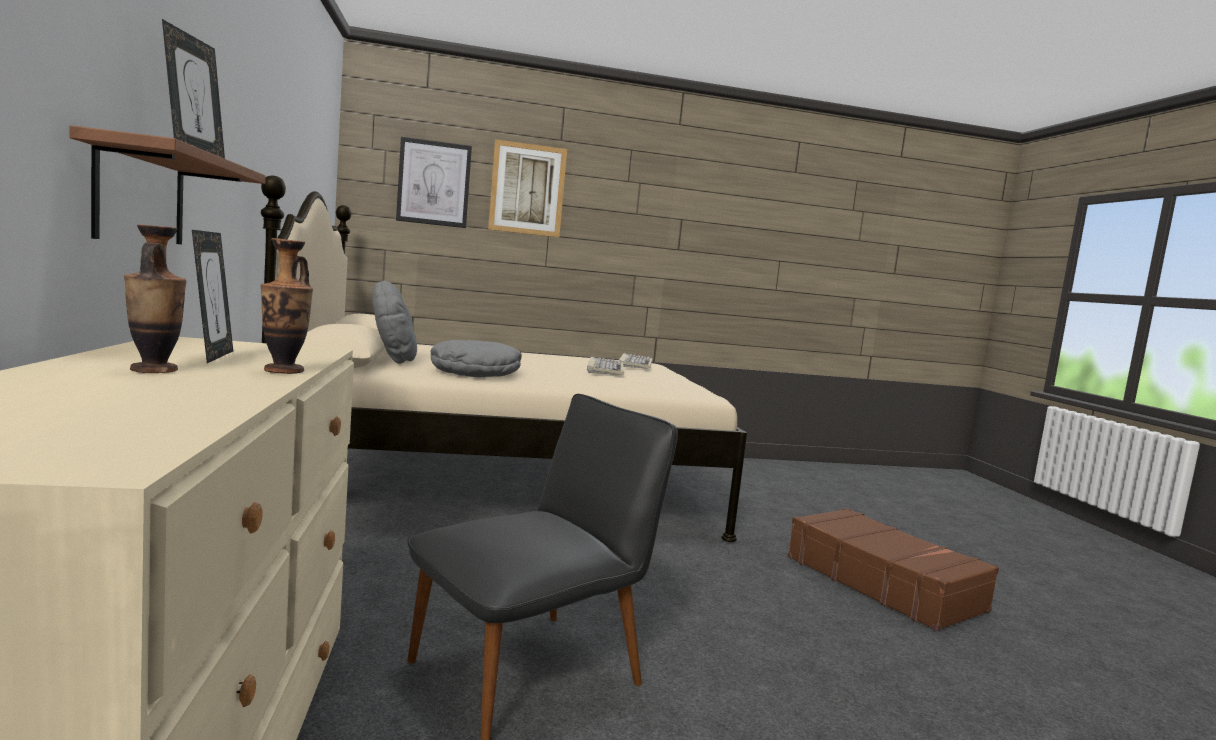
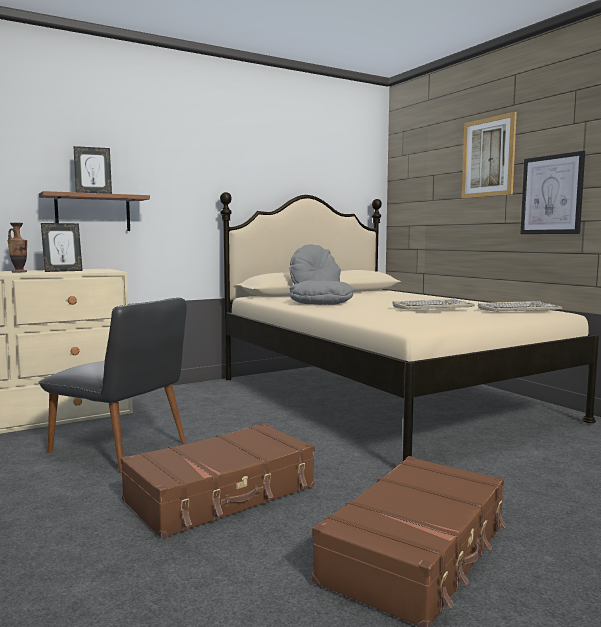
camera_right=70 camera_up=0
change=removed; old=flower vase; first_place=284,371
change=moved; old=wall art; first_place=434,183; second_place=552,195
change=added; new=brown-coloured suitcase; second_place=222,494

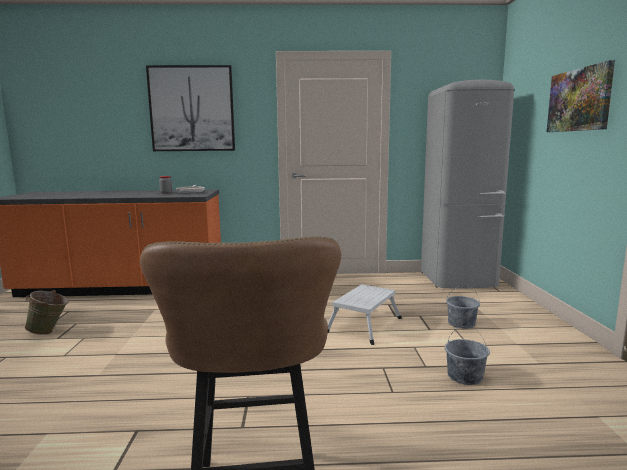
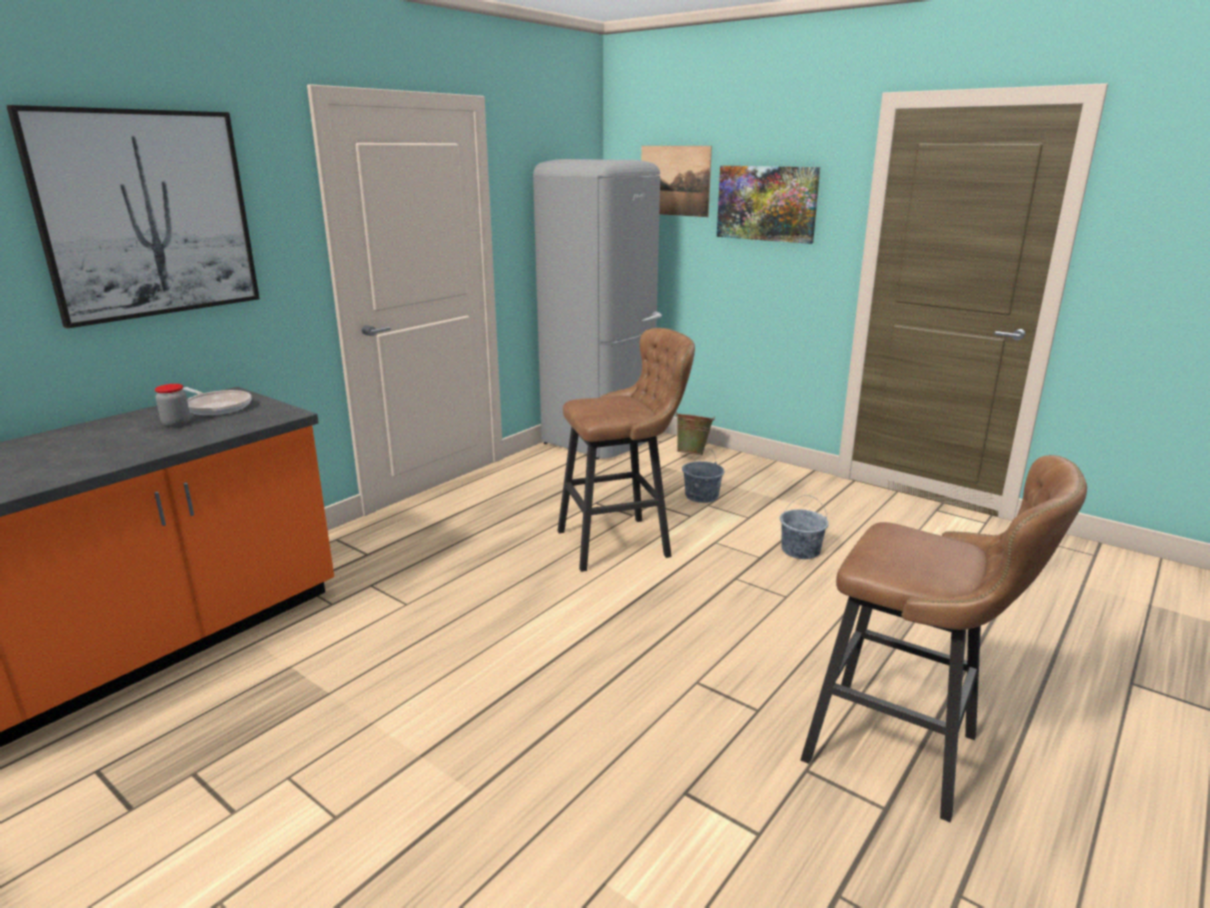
camera_right=-50 camera_up=10
change=moved; old=green-coloured water bucket; first_place=50,332; second_place=692,454
change=replaced; old=white-coloured step stool; new=brown-coloured sitting stool; first_place=364,325; second_place=626,541
change=added; new=wall art; second_place=674,180

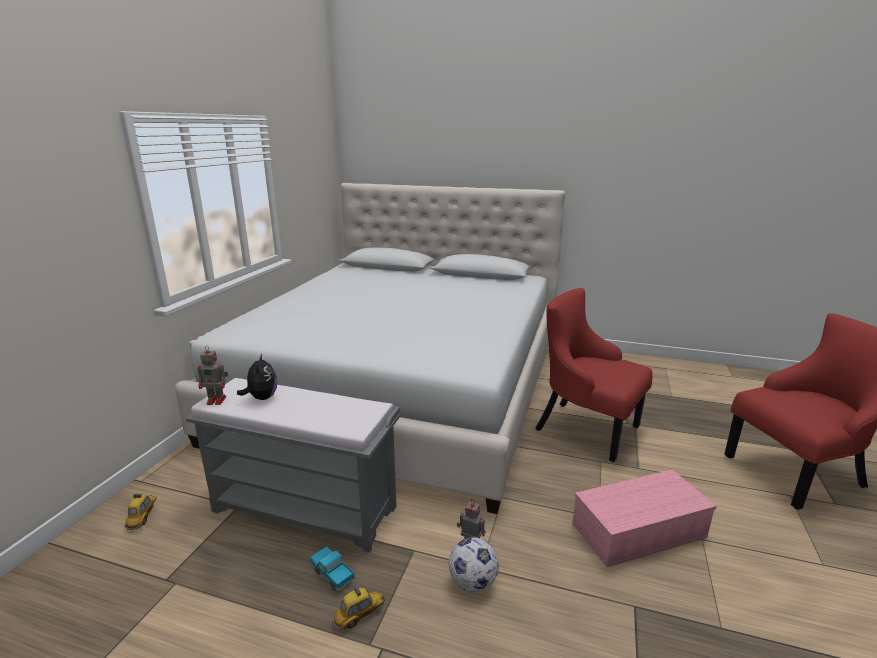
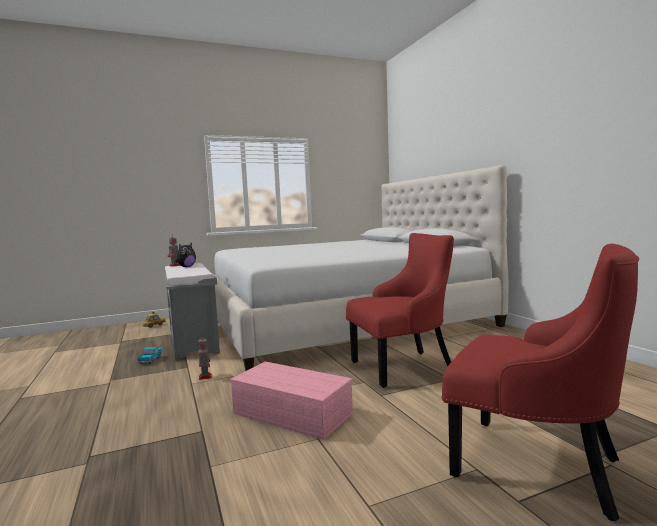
camera_right=50 camera_up=-15
change=removed; old=miniature car; first_place=359,615
change=removed; old=football; first_place=473,582
change=turned; old=red-coloured upright chair; first_place=588,430; second_place=401,368; degrees=75

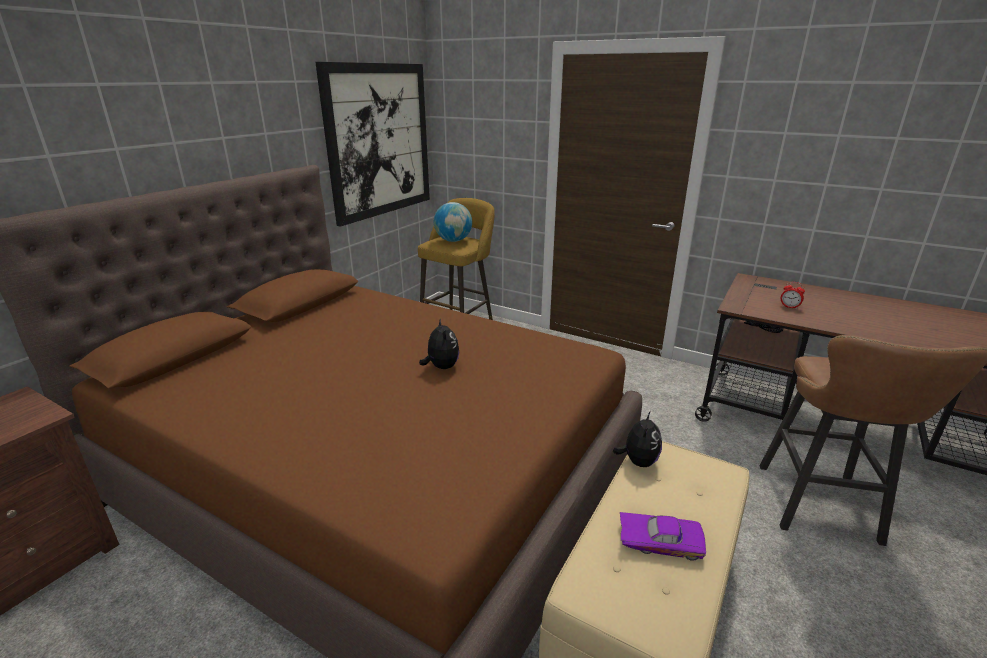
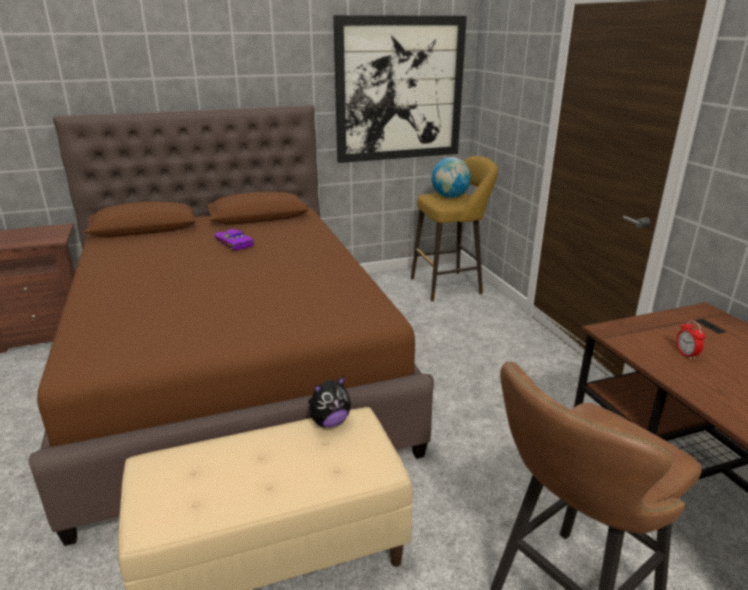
camera_right=40 camera_up=0
change=removed; old=cuddly toy; first_place=441,367
change=moved; old=purplish miniature car; first_place=659,540; second_place=235,243

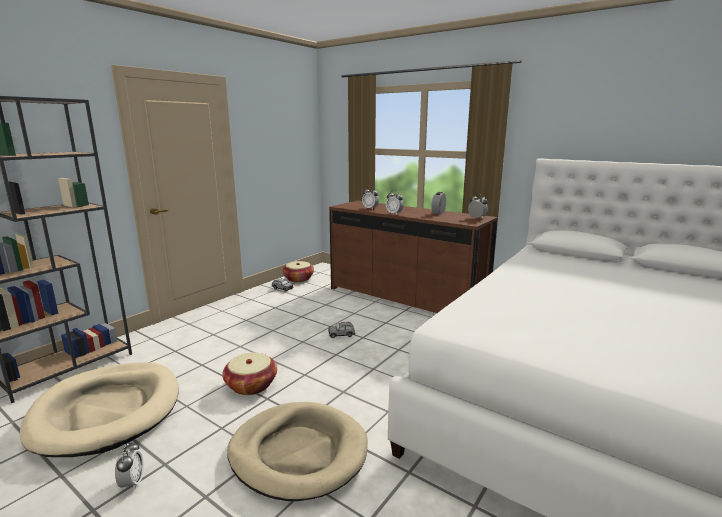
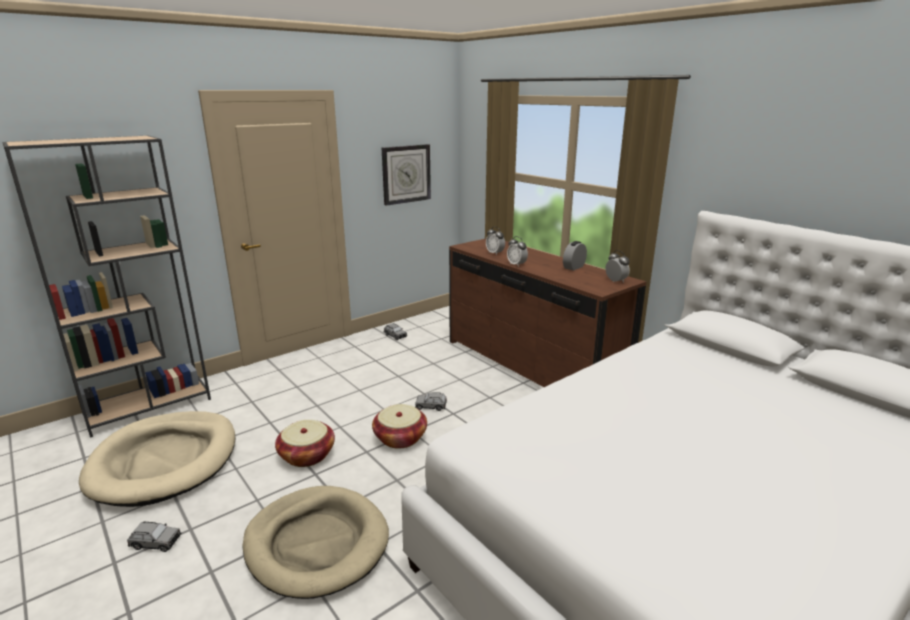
camera_right=15 camera_up=5
change=replaced; old=alarm clock; new=gray miniature car; first_place=132,483; second_place=155,542
change=moved; old=basket; first_place=298,279; second_place=400,438
change=added; new=wall clock; second_place=406,174

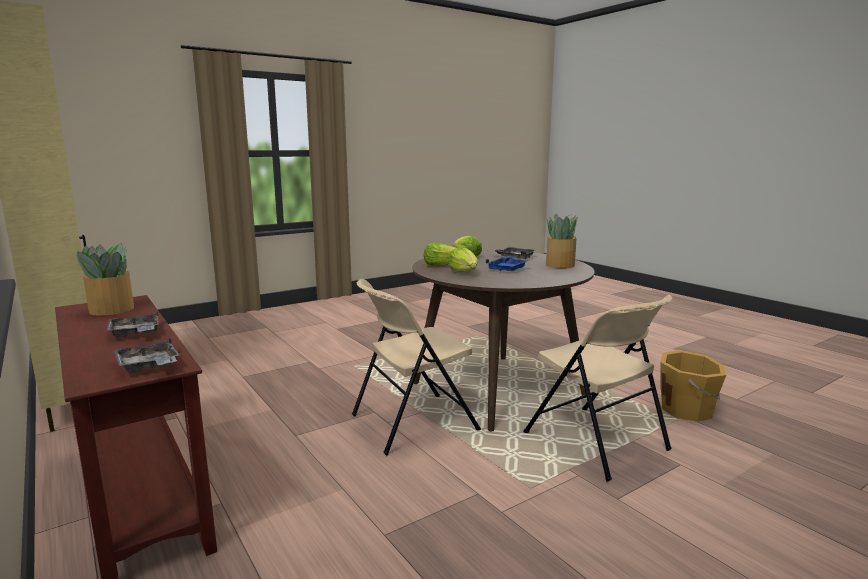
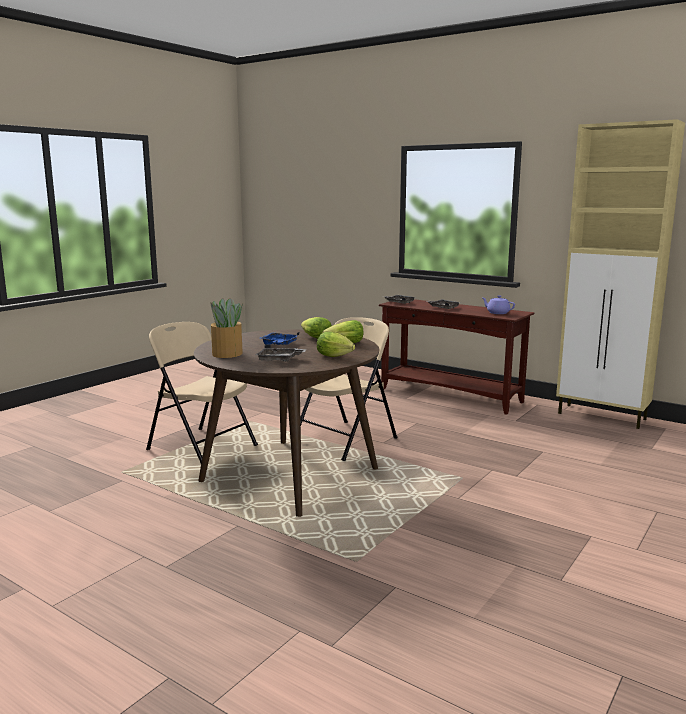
camera_right=160 camera_up=0
change=replaced; old=plant in a pot; new=purplish pot for tea; first_place=110,310; second_place=497,313
change=removed; old=orangey water bucket; first_place=688,410

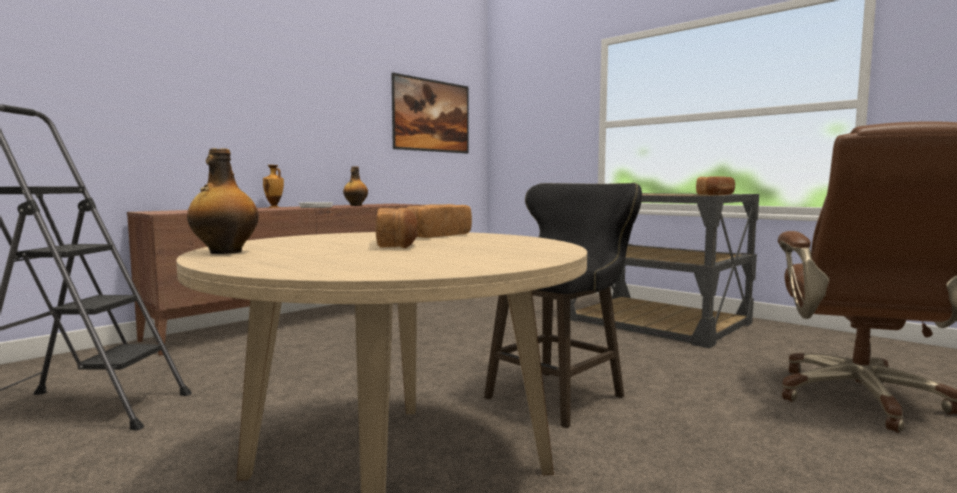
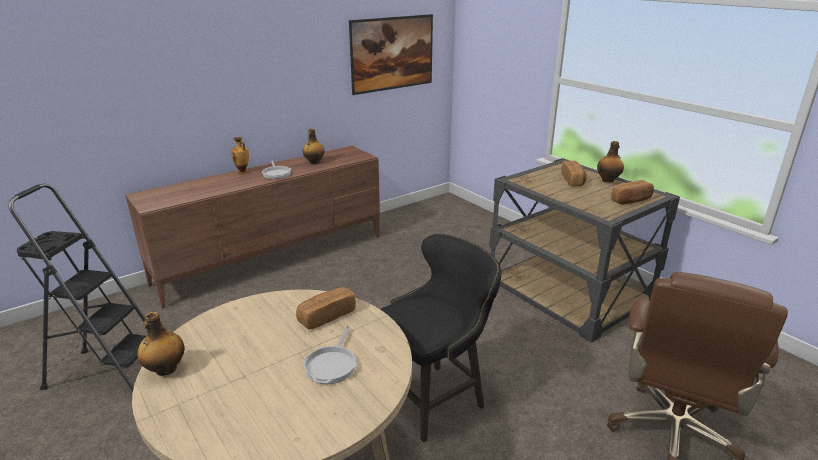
camera_right=10 camera_up=20
change=moved; old=bread; first_place=397,244; second_place=573,180
change=added; new=skillet; second_place=332,365
change=added; new=beverage bottle; second_place=608,180

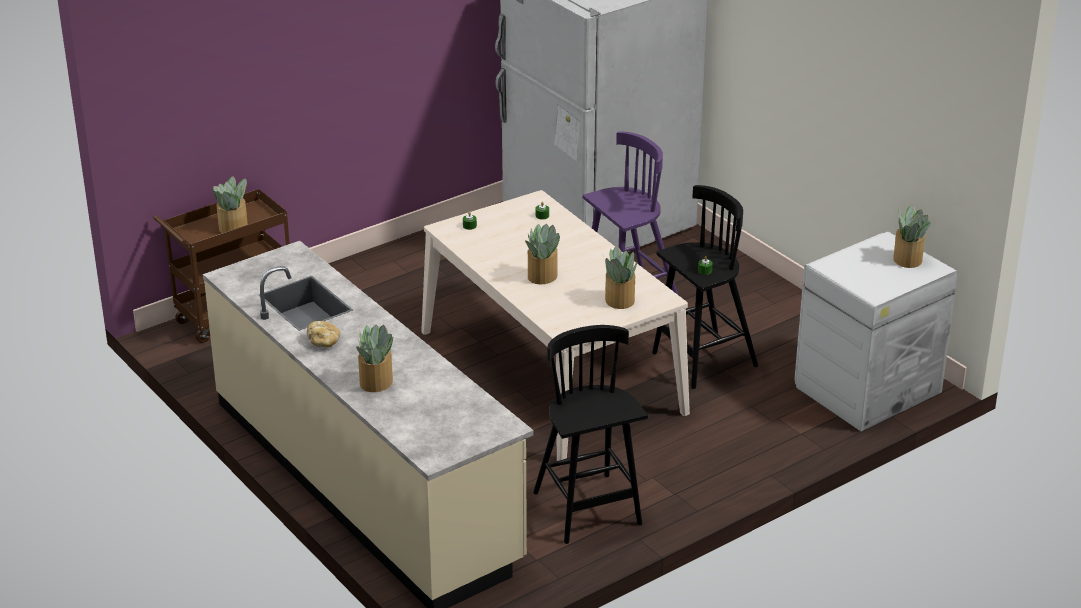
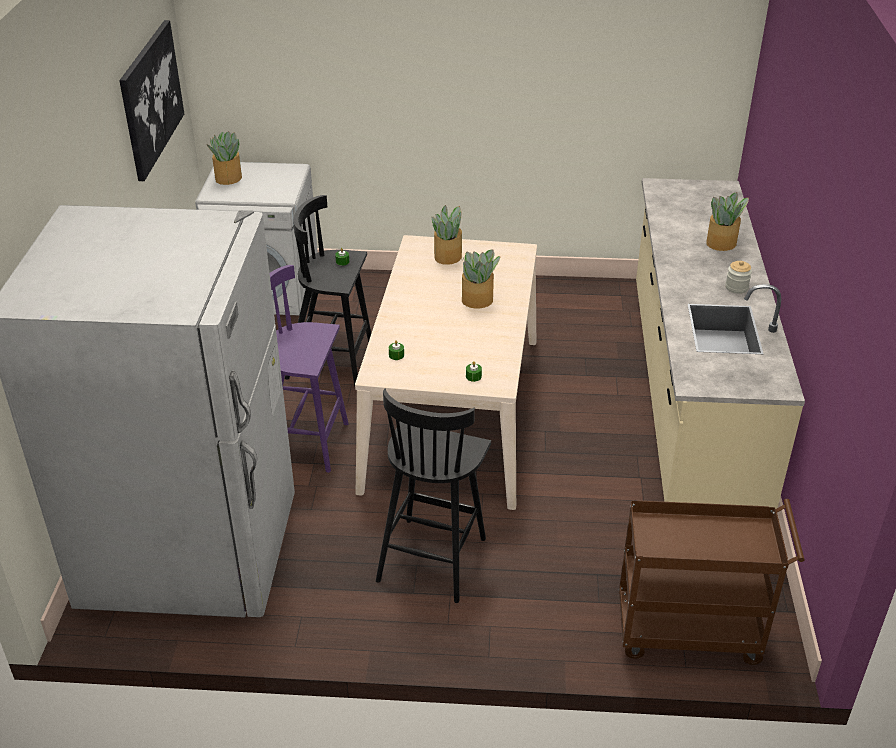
camera_right=-140 camera_up=5
change=removed; old=plant in a pot; first_place=234,227
change=replaced; old=bread; new=preserve jar; first_place=324,342; second_place=736,287
change=moved; old=black sitting stool; first_place=589,510; second_place=433,556
change=added; new=wall art; second_place=151,98

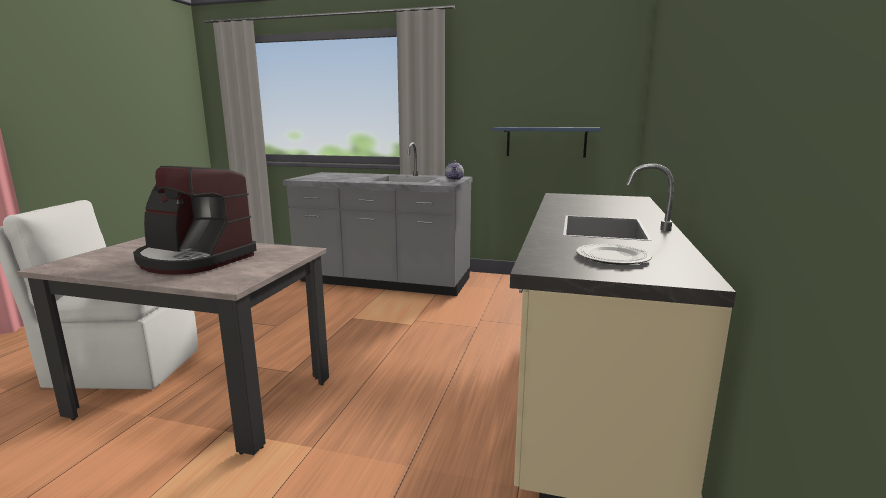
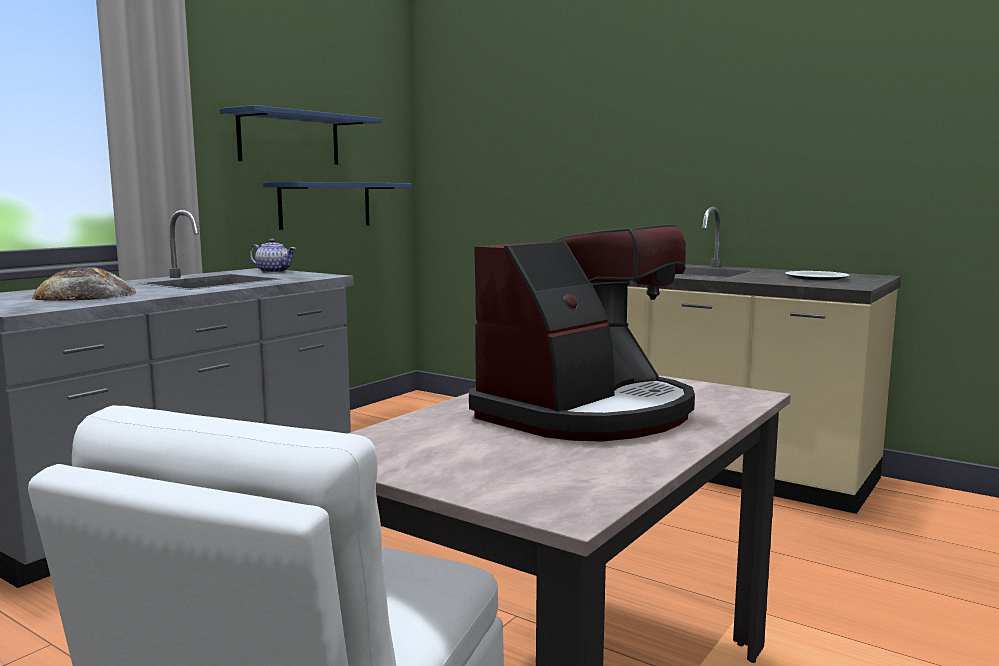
camera_right=-70 camera_up=-5
change=added; new=bread; second_place=85,295
change=added; new=bluish bracket shelf; second_place=289,139

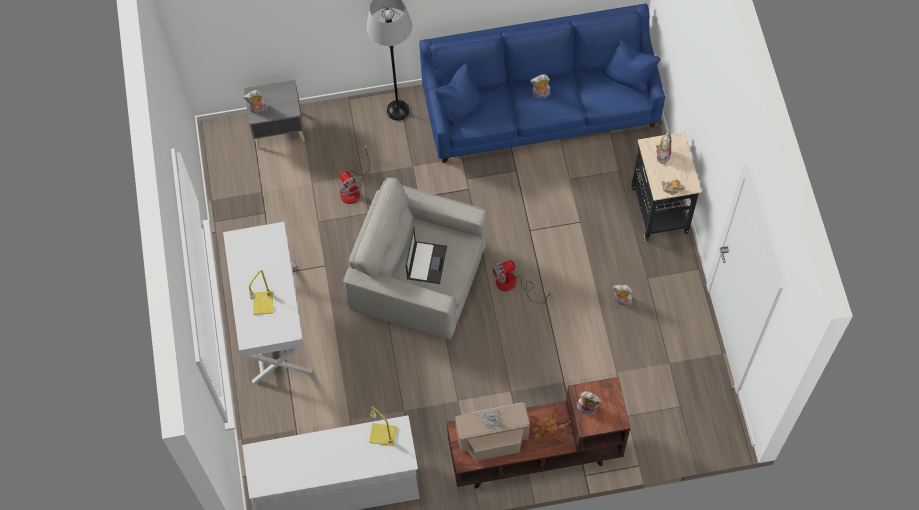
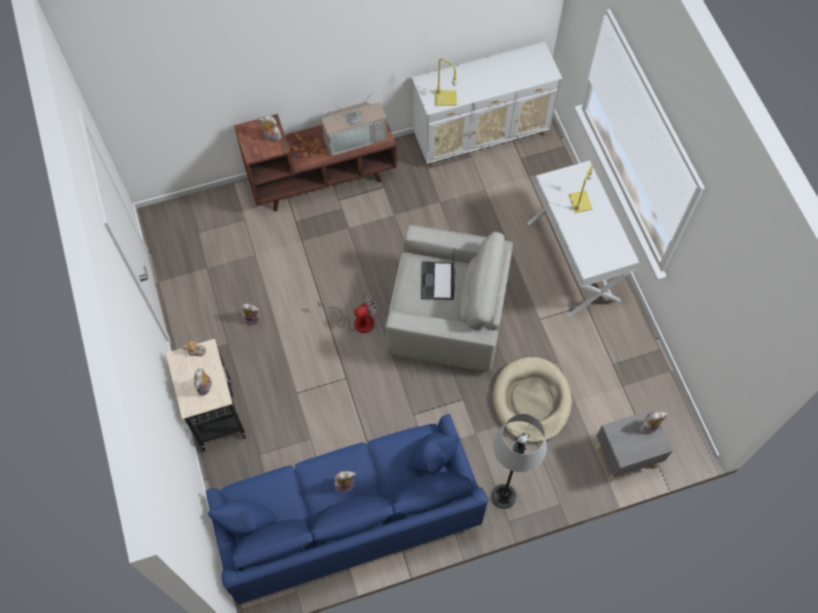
camera_right=170 camera_up=0
change=replaced; old=electric fan; new=beige pet bed; first_place=353,188; second_place=531,401

